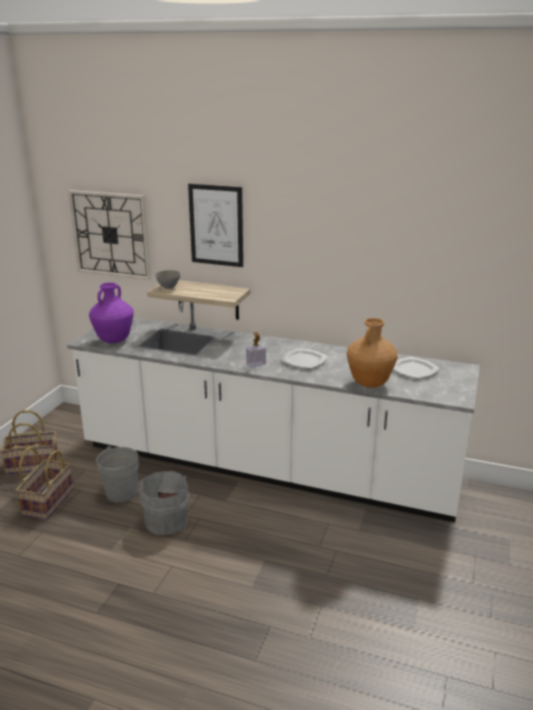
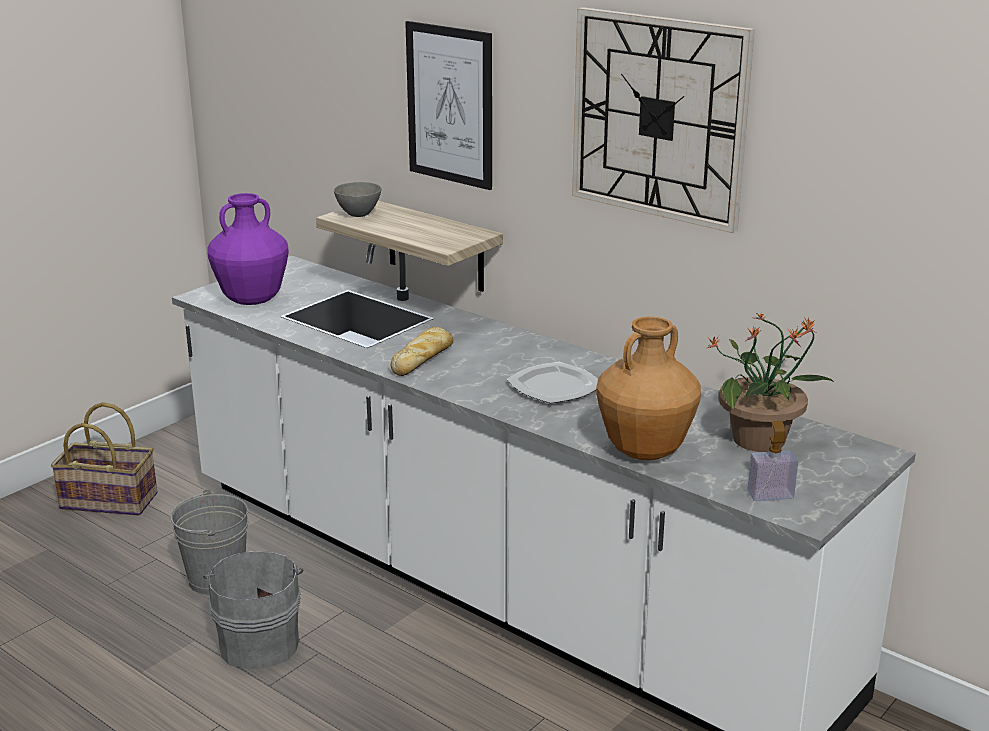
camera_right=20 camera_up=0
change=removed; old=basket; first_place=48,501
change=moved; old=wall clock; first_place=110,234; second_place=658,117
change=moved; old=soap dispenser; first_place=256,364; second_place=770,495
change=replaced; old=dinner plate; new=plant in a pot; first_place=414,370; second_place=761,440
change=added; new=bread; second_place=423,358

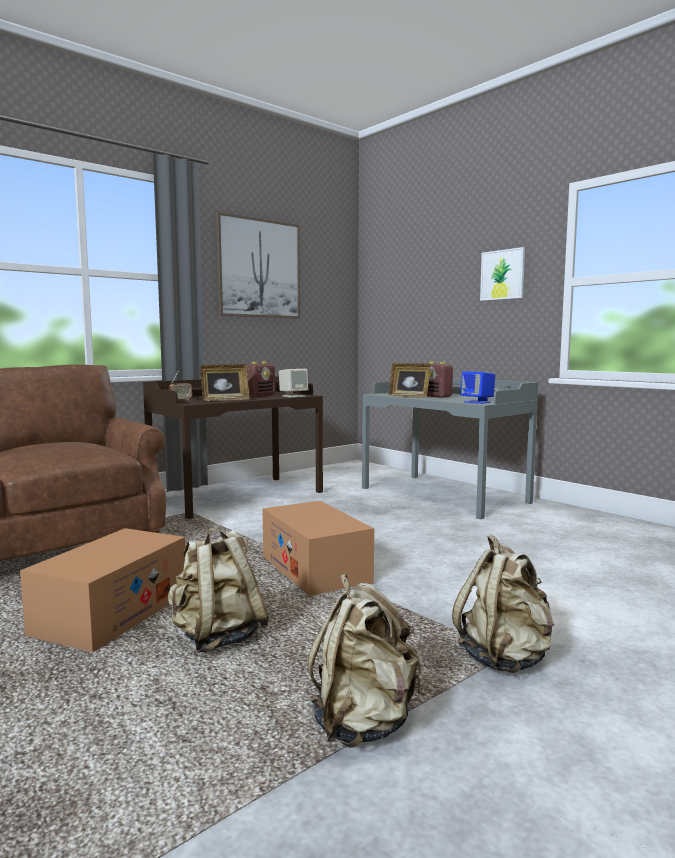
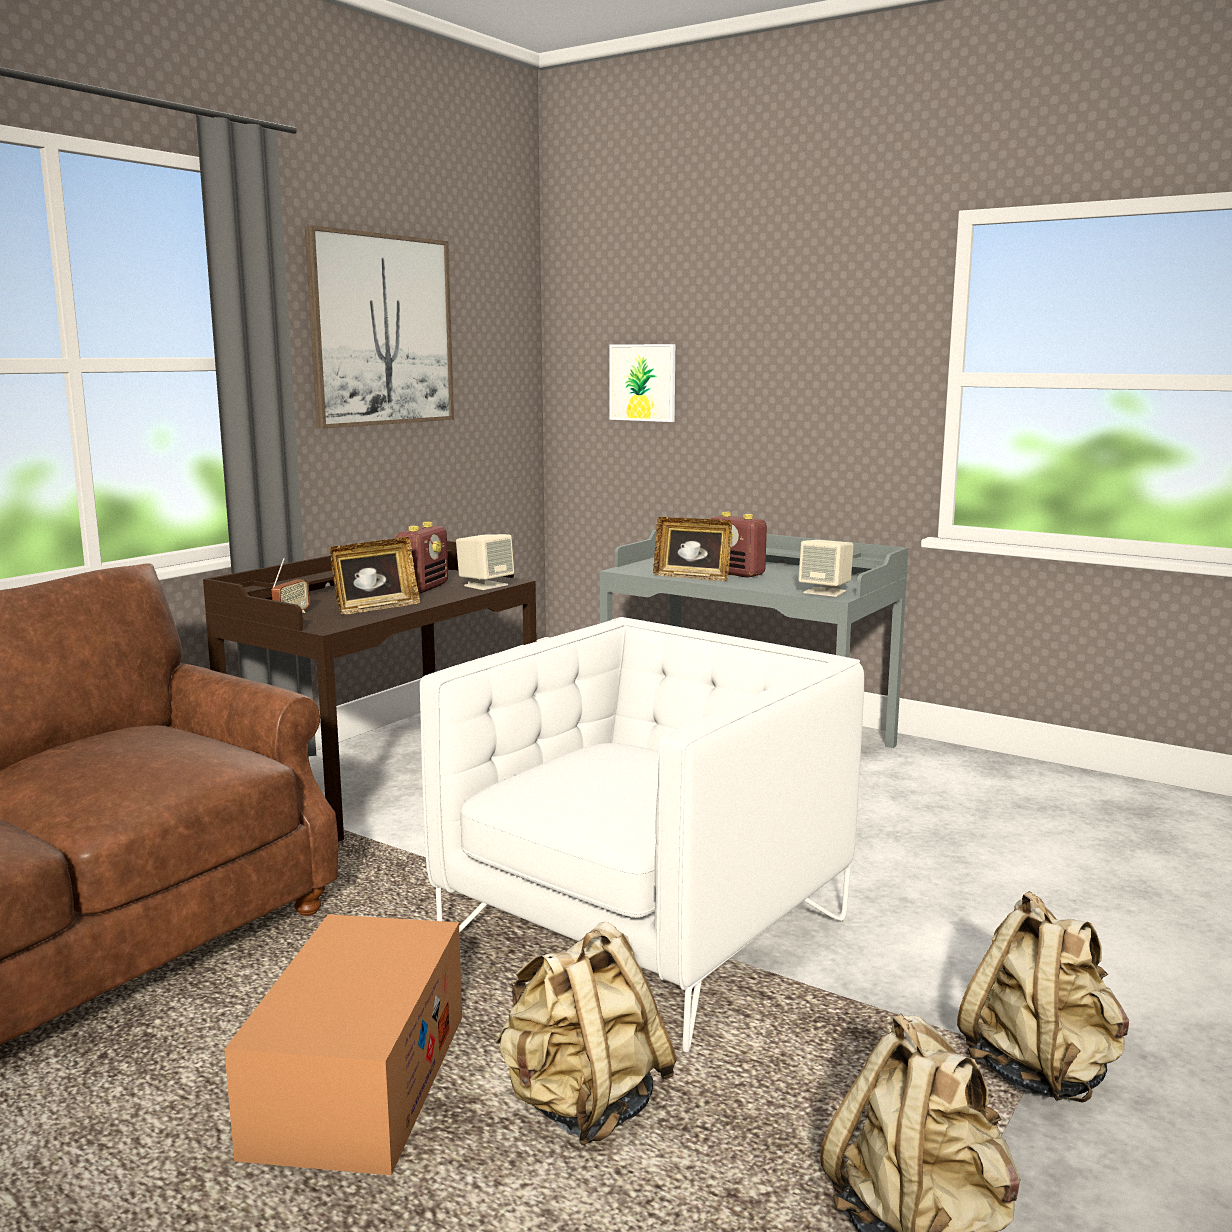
camera_right=-15 camera_up=5
change=replaced; old=packing box; new=white-coloured armchair; first_place=315,570; second_place=645,934
change=recoloured; old=bluish audio speaker; new=beige audio speaker; first_place=477,402; second_place=825,592
change=moved; old=wall art; first_place=502,275; second_place=643,382

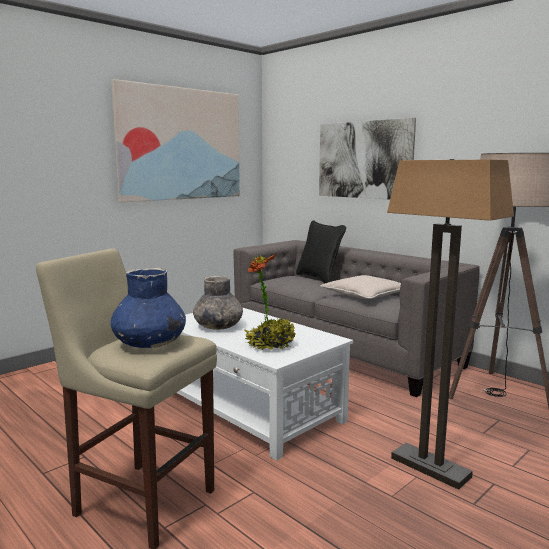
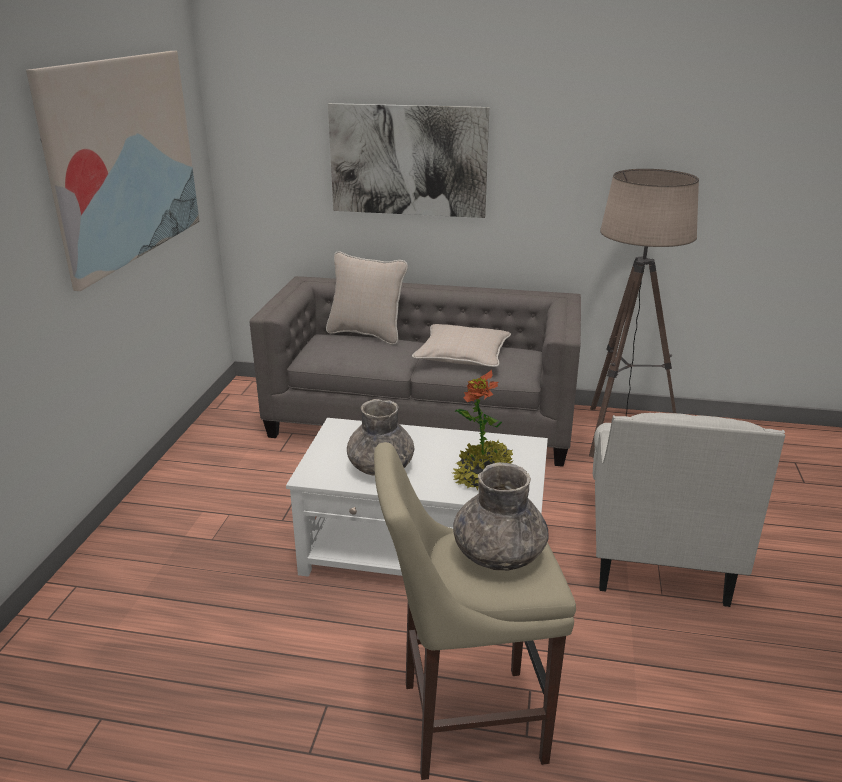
camera_right=-35 camera_up=15
change=recoloured; old=bluish flower vase; new=gray flower vase; first_place=149,343; second_place=498,555
change=recoloured; old=black throw pillow; new=beige throw pillow; first_place=319,278; second_place=366,334
change=replaced; old=standard lamp; new=white-coloured armchair; first_place=429,467; second_place=657,549

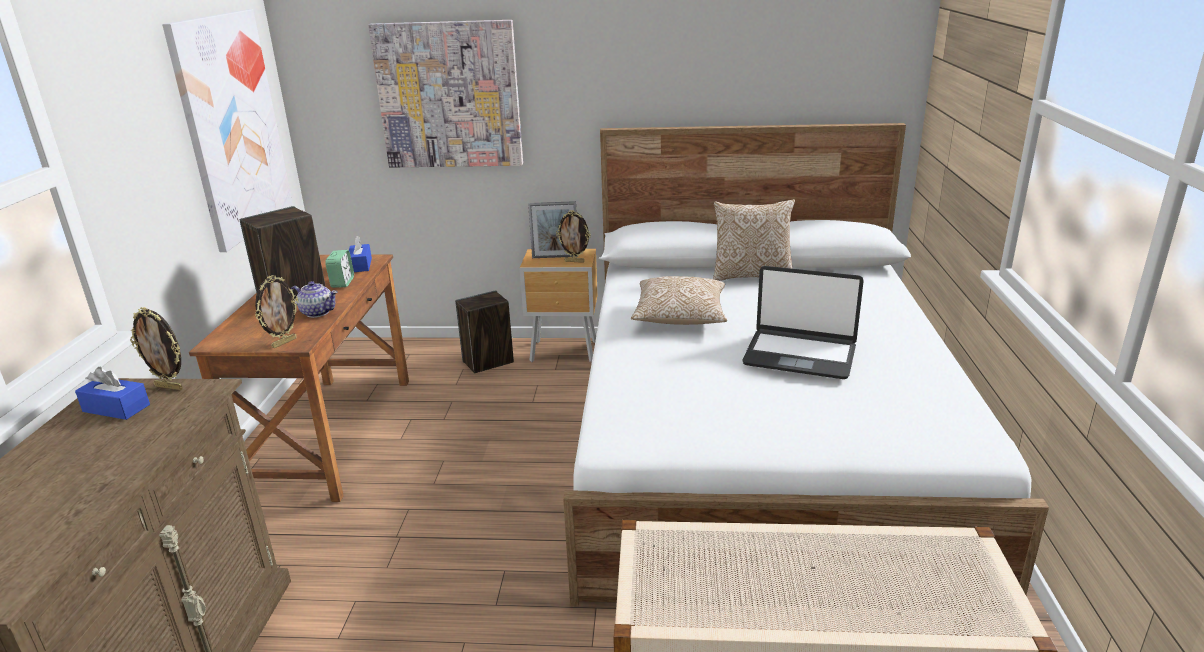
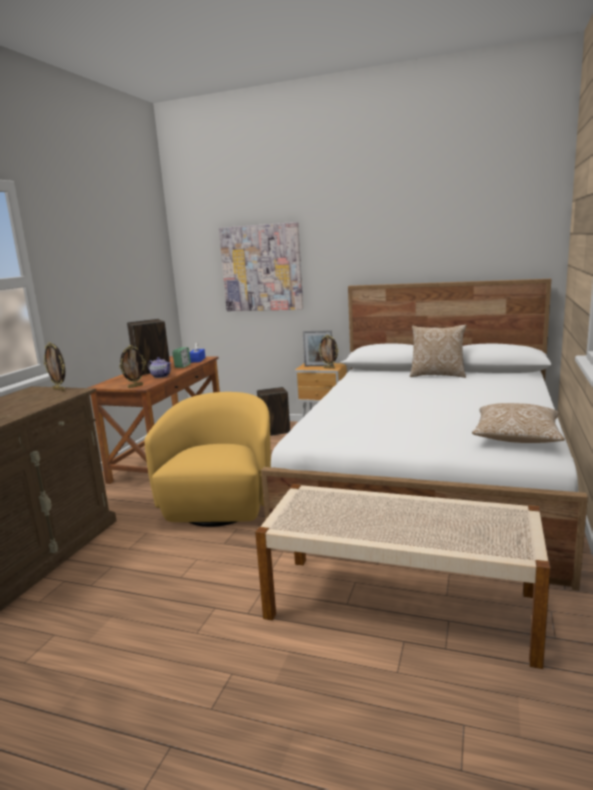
camera_right=15 camera_up=-10
change=removed; old=bluish tissue holder; first_place=116,408
change=removed; old=wall art; first_place=231,127
change=moved; old=throw pillow; first_place=680,318; second_place=516,438
change=removed; old=notebook computer; first_place=800,355
change=added; new=yellow armchair; second_place=221,505

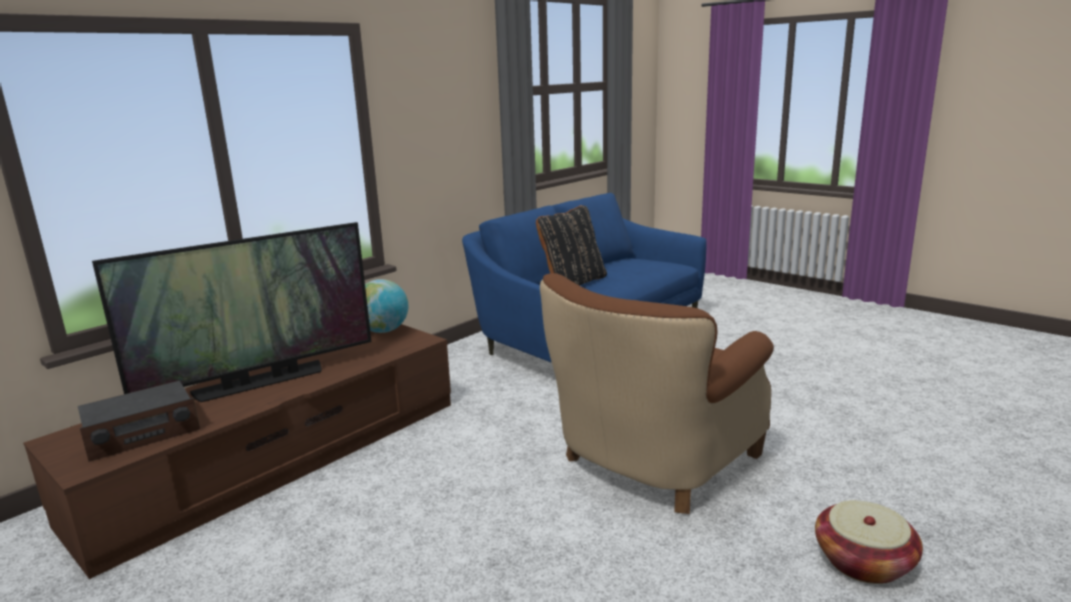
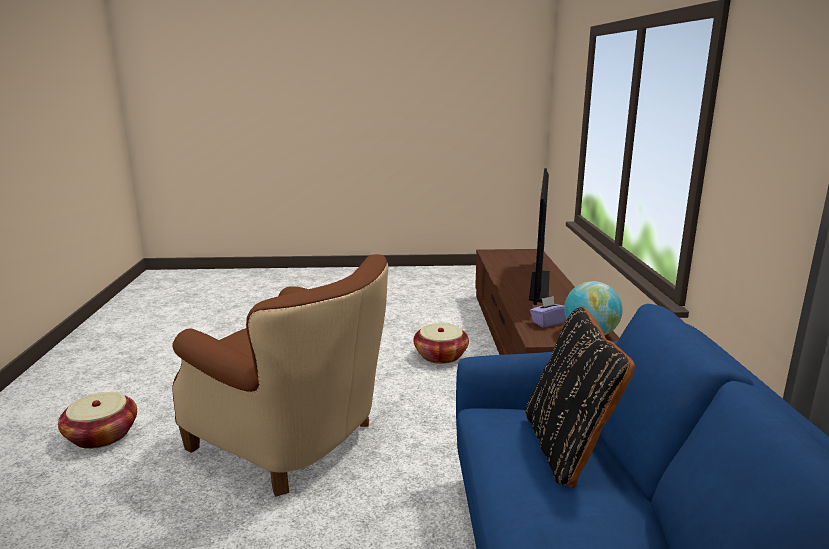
camera_right=135 camera_up=0
change=removed; old=radio set; first_place=141,433
change=turned; old=brown-coloured armchair; first_place=654,463; second_place=291,441; degrees=120
change=added; new=basket; second_place=440,356
change=added; new=purplish tissue holder; second_place=548,322

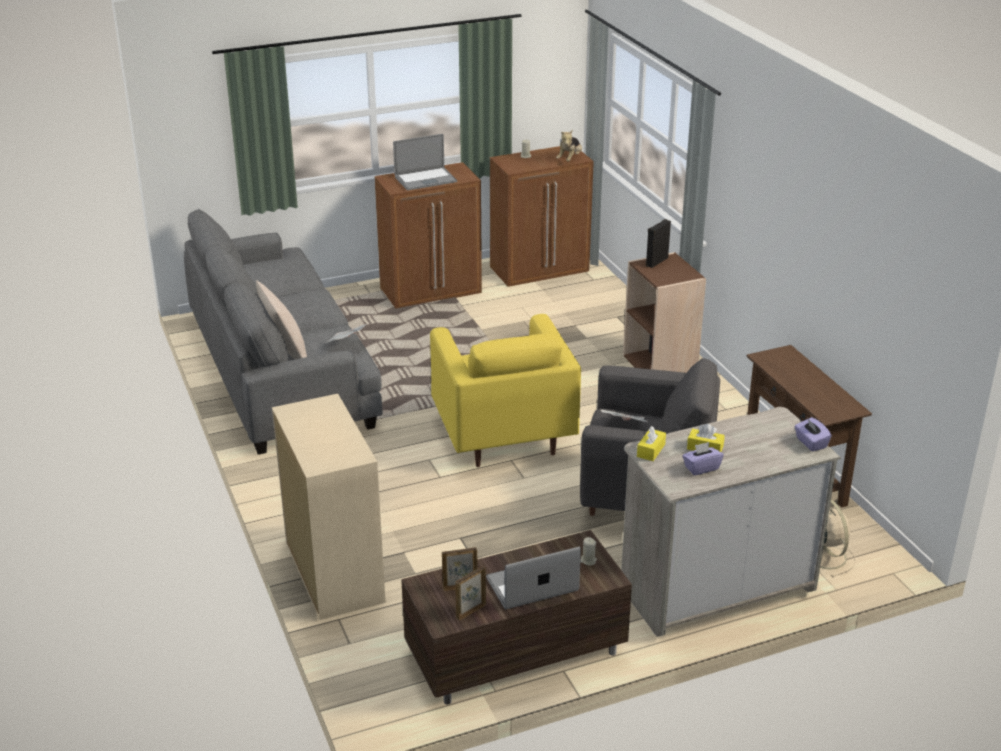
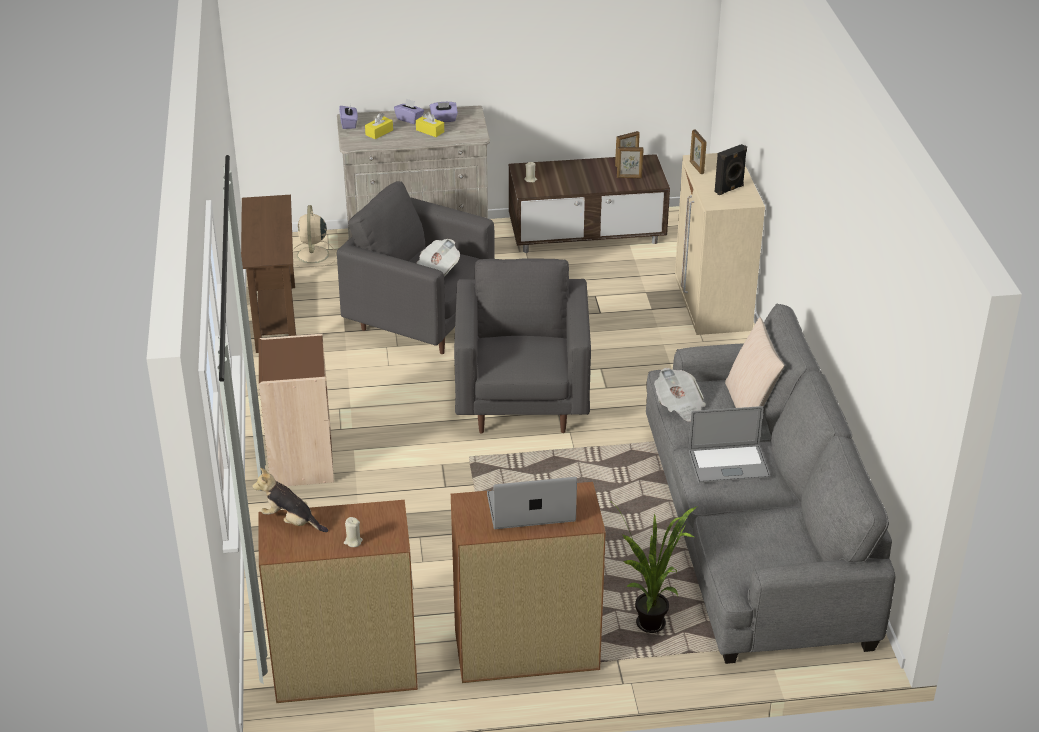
camera_right=-165 camera_up=5
change=recoloured; old=yellow armchair; new=gray armchair; first_place=503,435; second_place=522,401
change=moved; old=notebook computer; first_place=532,584; second_place=728,464
change=turned; old=cuddly toy; first_place=569,159; second_place=291,521; degrees=-105
change=moved; old=yellow tissue holder; first_place=651,450; second_place=379,132
change=moved; old=black audio speaker; first_place=656,261; second_place=729,189
change=added; new=purplish tissue holder; second_place=409,119
change=added; new=plant in a pot; second_place=652,629
change=added; new=photo frame; second_place=696,168

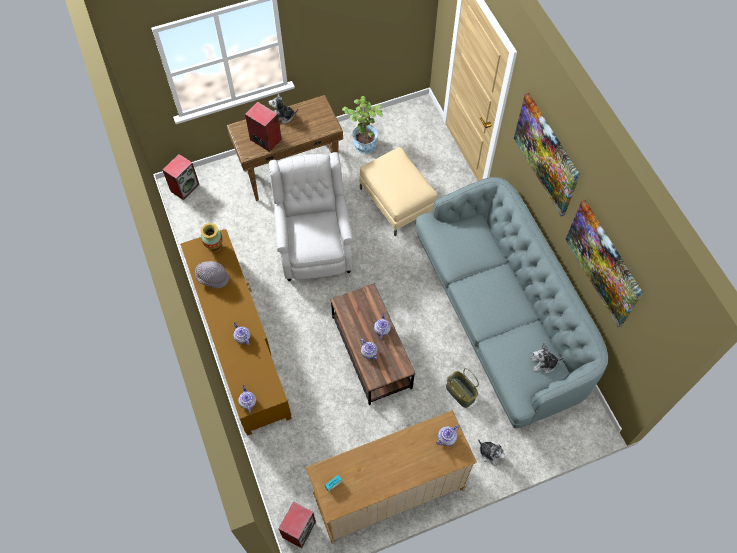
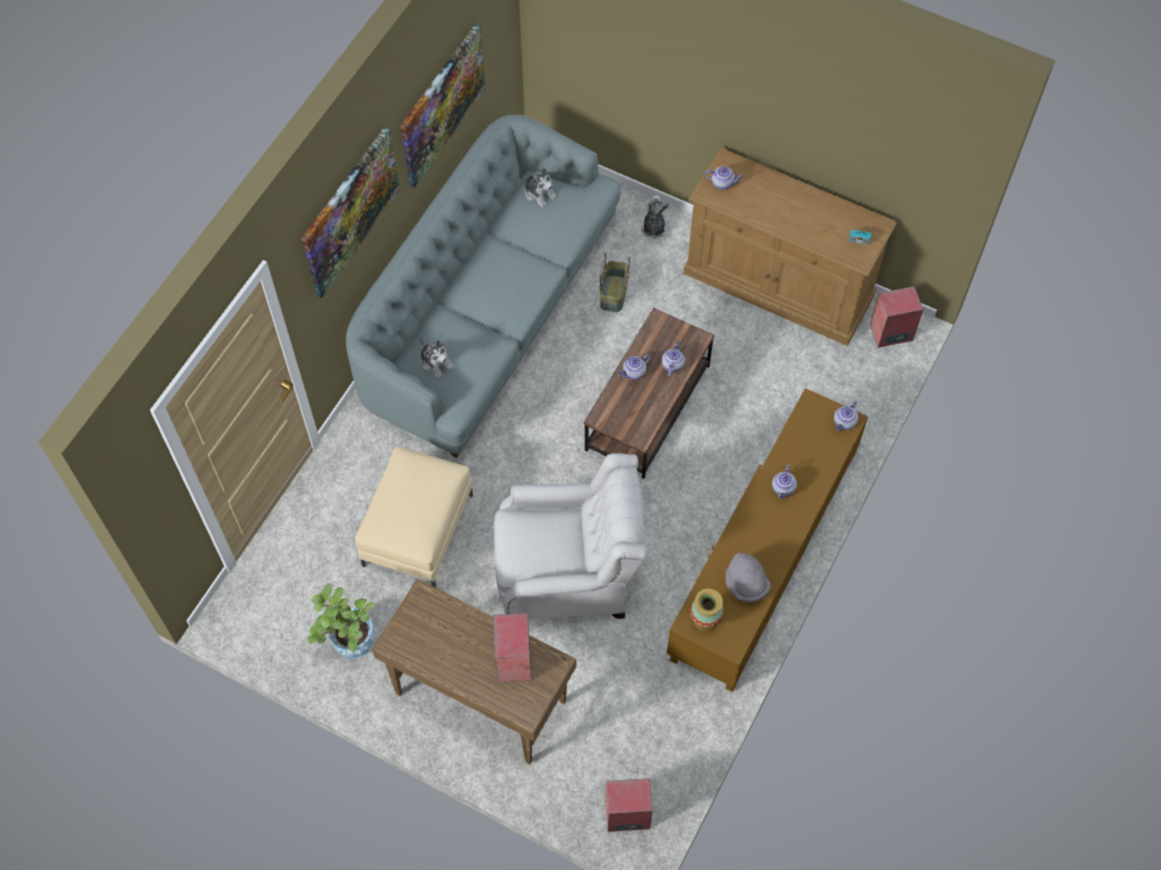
camera_right=-130 camera_up=0
change=moved; old=cuddly toy; first_place=283,116; second_place=436,362
change=turned; old=white-coloured armchair; first_place=314,246; second_place=567,573; degrees=-135

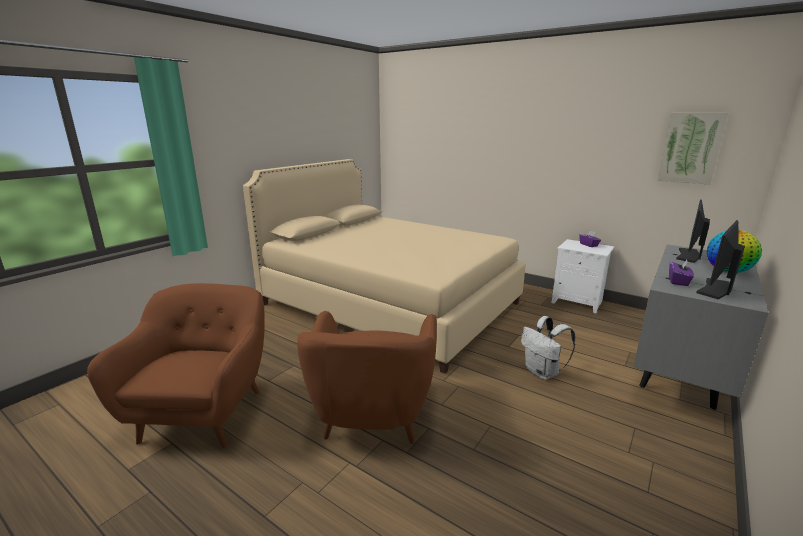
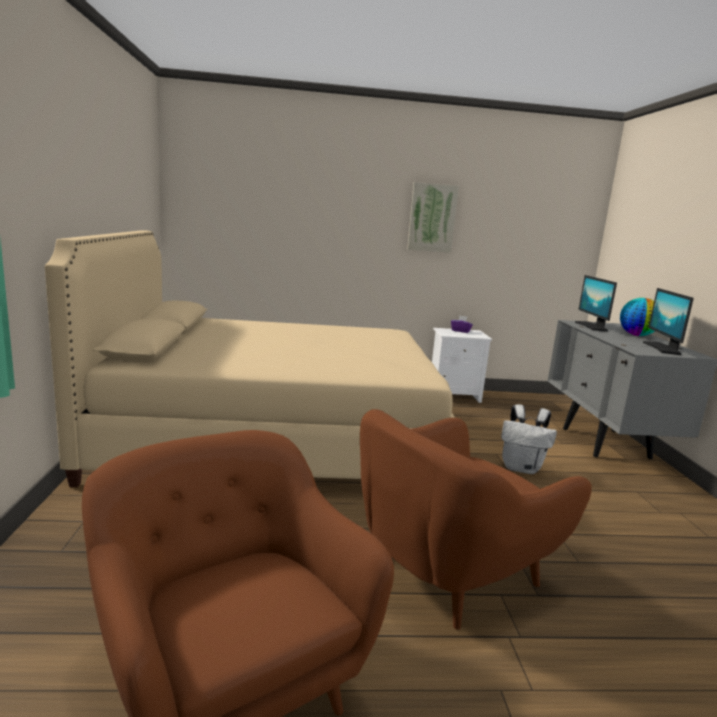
camera_right=-40 camera_up=-5
change=turned; old=brown-coloured armchair; first_place=373,414; second_place=451,572; degrees=90
change=moved; old=wall art; first_place=690,148; second_place=432,218
change=removed; old=purplish tissue holder; first_place=678,281

